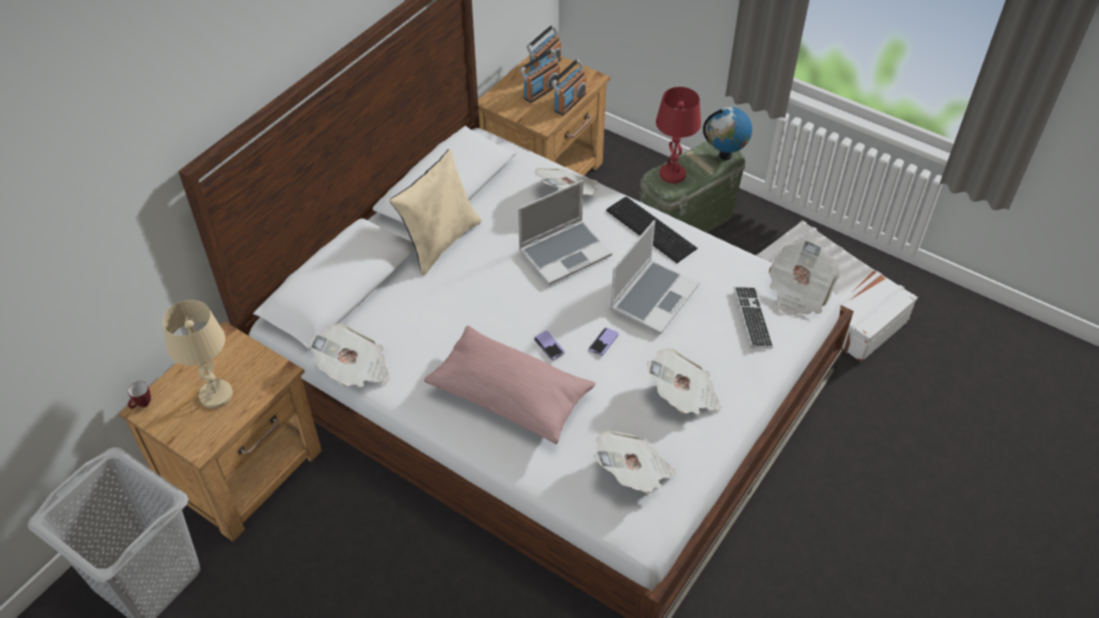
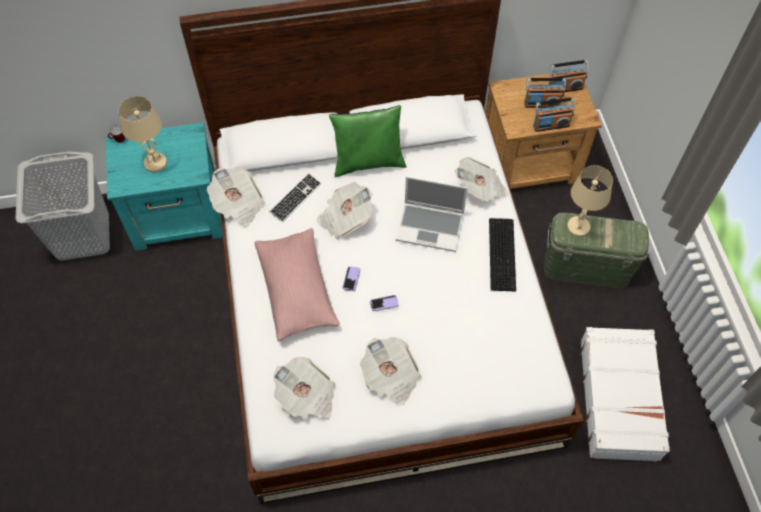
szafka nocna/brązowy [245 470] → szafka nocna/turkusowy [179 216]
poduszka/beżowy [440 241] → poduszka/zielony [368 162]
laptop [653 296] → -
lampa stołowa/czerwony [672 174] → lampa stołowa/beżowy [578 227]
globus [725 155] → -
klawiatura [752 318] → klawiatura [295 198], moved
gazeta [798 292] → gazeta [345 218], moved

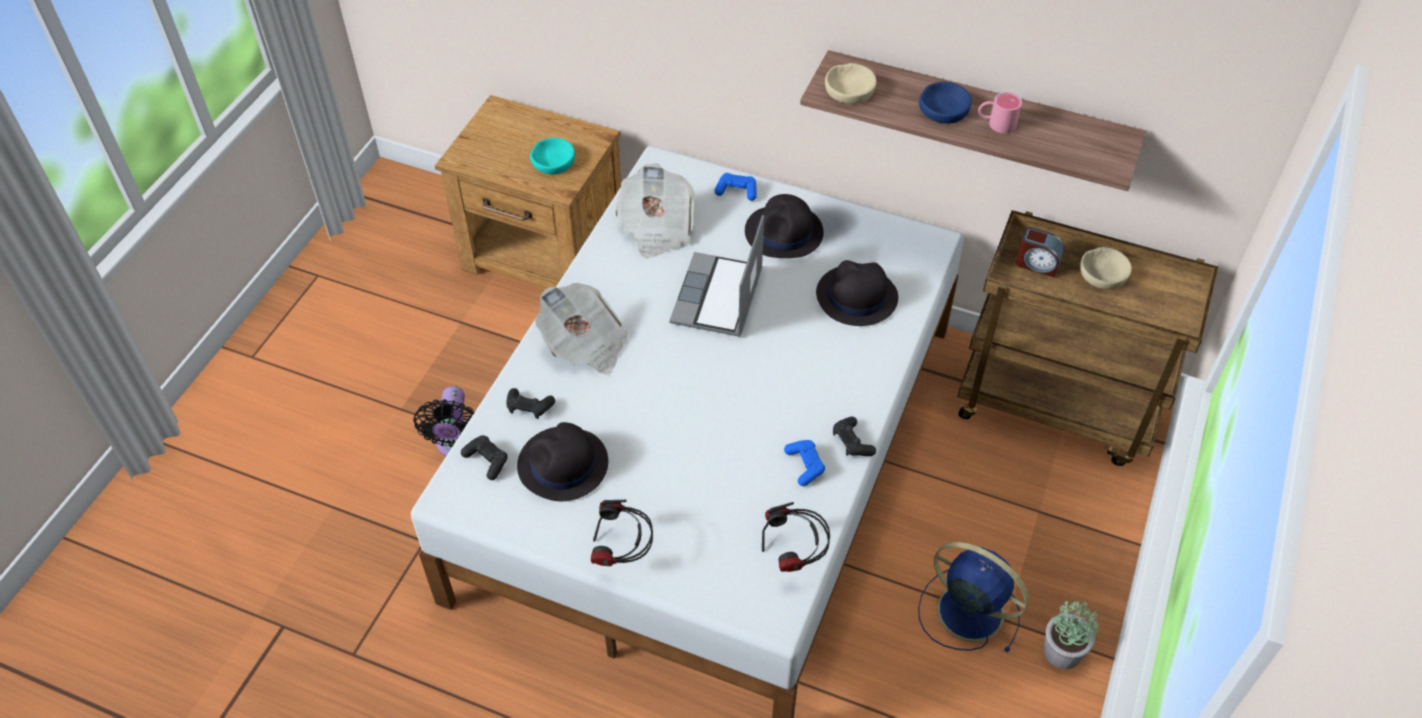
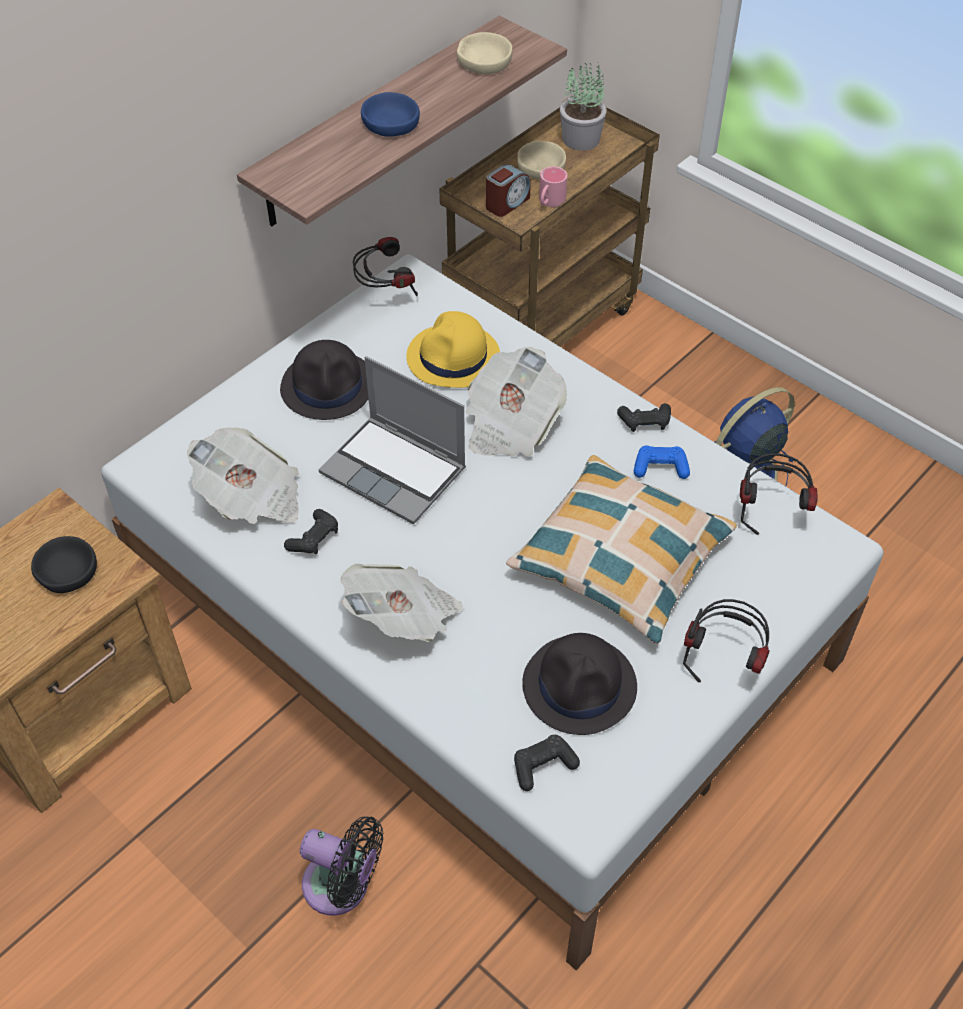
pad do gier/czarny [529 407] → pad do gier/czarny [314 538], moved
miska/turkusowy [553 161] → miska/czarny [67 571]
pad do gier/niebieski [737 191] → -
kapelusz/czarny [856 296] → kapelusz/żółty [453 358]
miska/beżowy [849 89] → miska/beżowy [484 61], moved
kubek/różowy [996 123] → kubek/różowy [549 202], moved
roślina doniczkowa [1062 652] → roślina doniczkowa [582 139], moved
- → słuchawki [385 292]
- → gazeta [510 424]
- → poduszka [621 558]

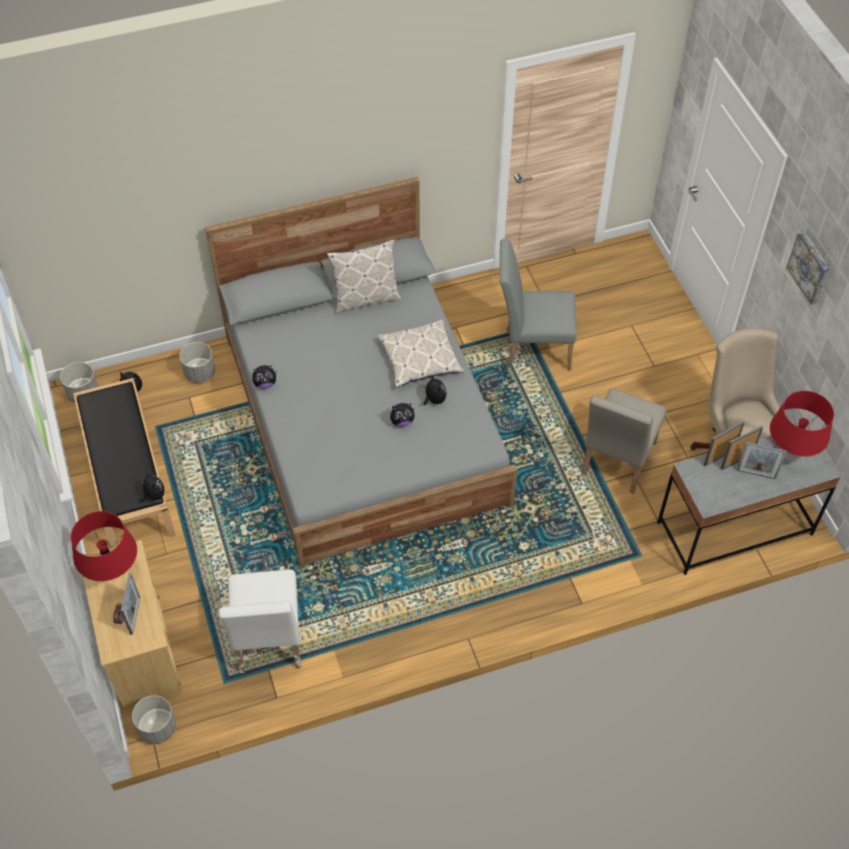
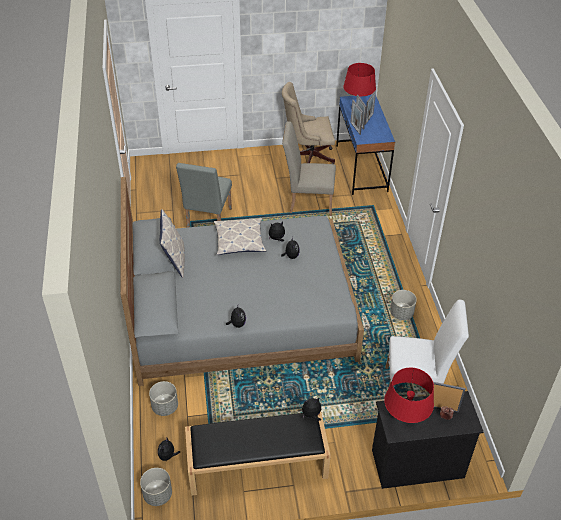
komoda/beżowy [141 650] → komoda/czarny [417 463]
donica/szary [157 728] → donica/szary [401 314], moved
krzesło/beżowy [615 463] → krzesło/beżowy [307 203], 150 degrees clockwise
biurko/szary [734 528] → biurko/niebieski [361 168]
obraz [810 267] → -

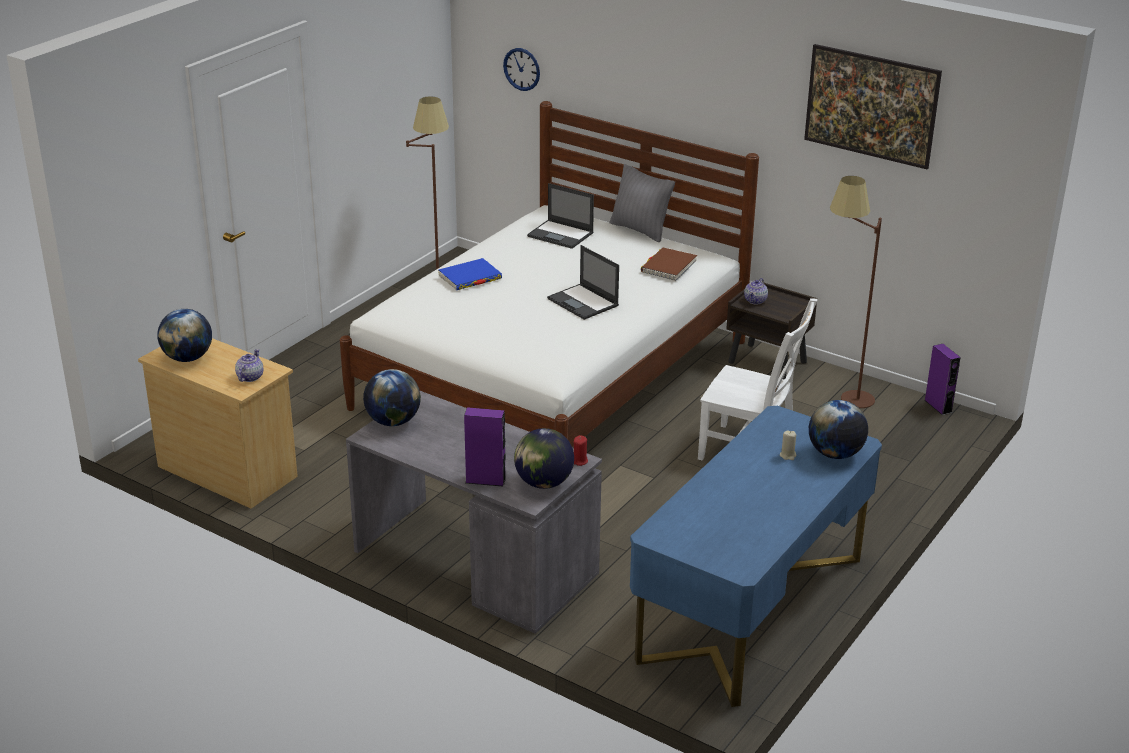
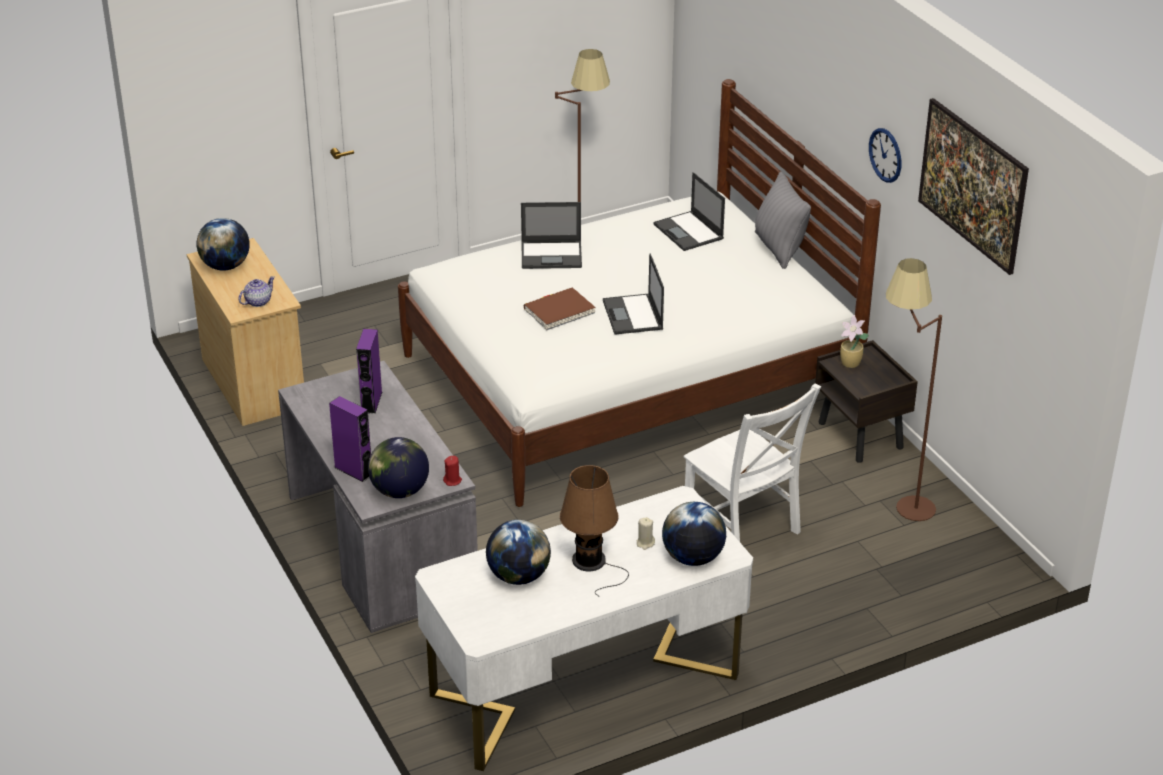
globus [393 421] → globus [518 576], moved
książka/niebieski [470 277] → laptop [552 255]
zegar ścienny [522 69] → zegar ścienny [885 155], moved
biurko/niebieski [751 608] → biurko/biały [584 685]
książka/brązowy [668 267] → książka/brązowy [559 311], moved
imbryk [755 300] → roślina doniczkowa [850 364]
głośnik/fioletowy [938 406] → głośnik/fioletowy [371 402], moved
- → lampa stołowa/brązowy [591 563]

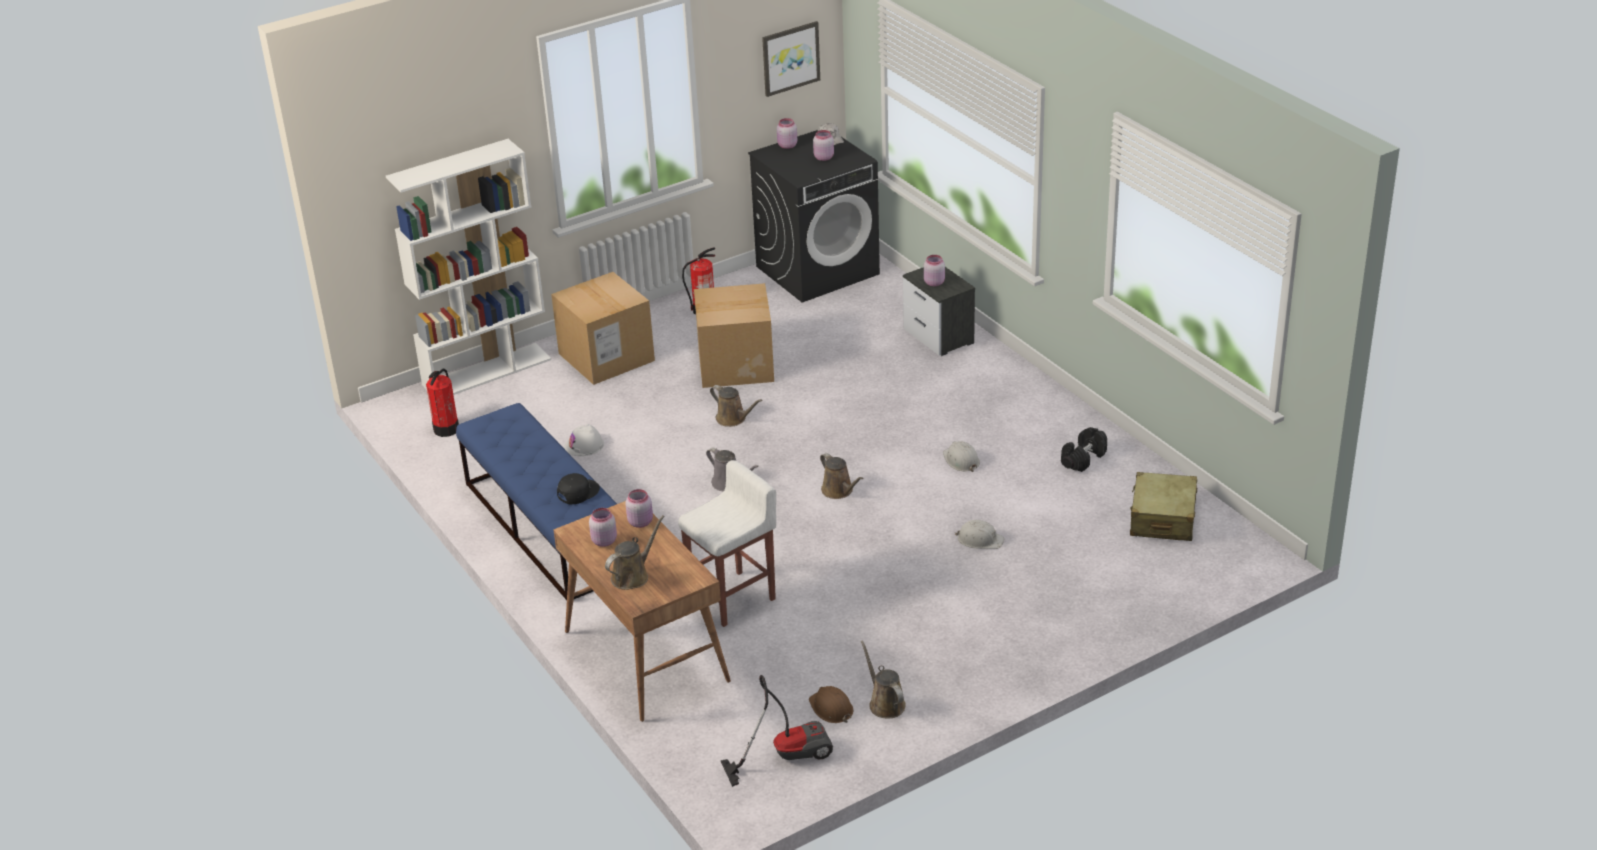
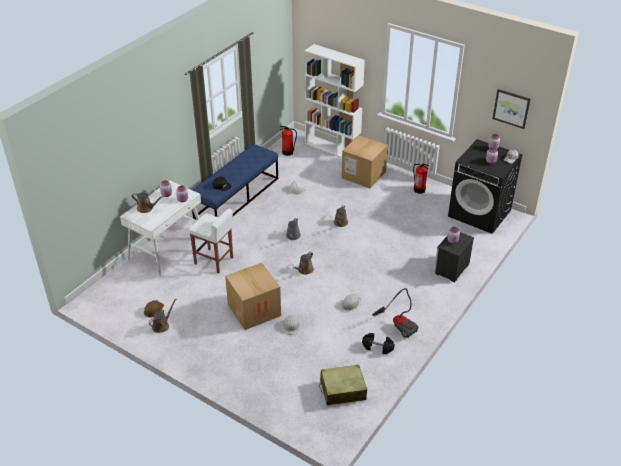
biurko/brązowy [645 656] → biurko/biały [167 248]
karton [736 365] → karton [254 310], moved
odkurzacz [786 754] → odkurzacz [399 324], moved

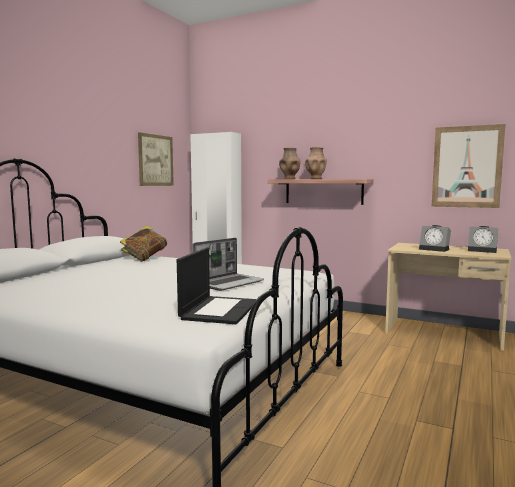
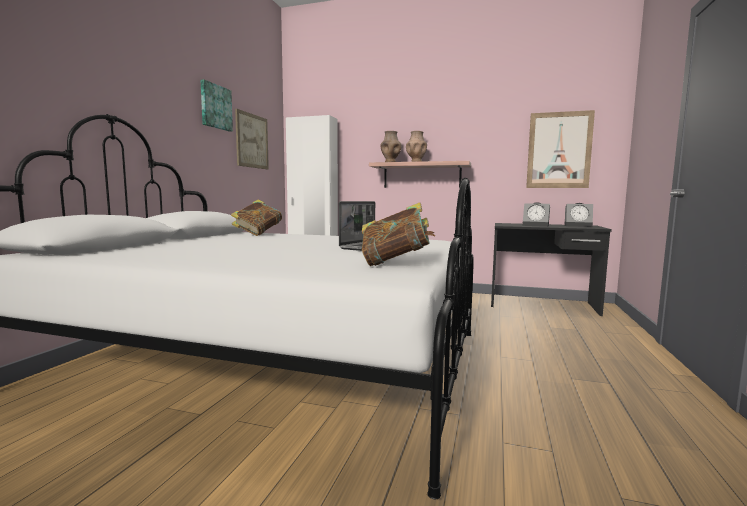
laptop [219 310] → książka [395 263]
biurko/beżowy [444 333] → biurko/czarny [542 305]
- → obraz [215 107]

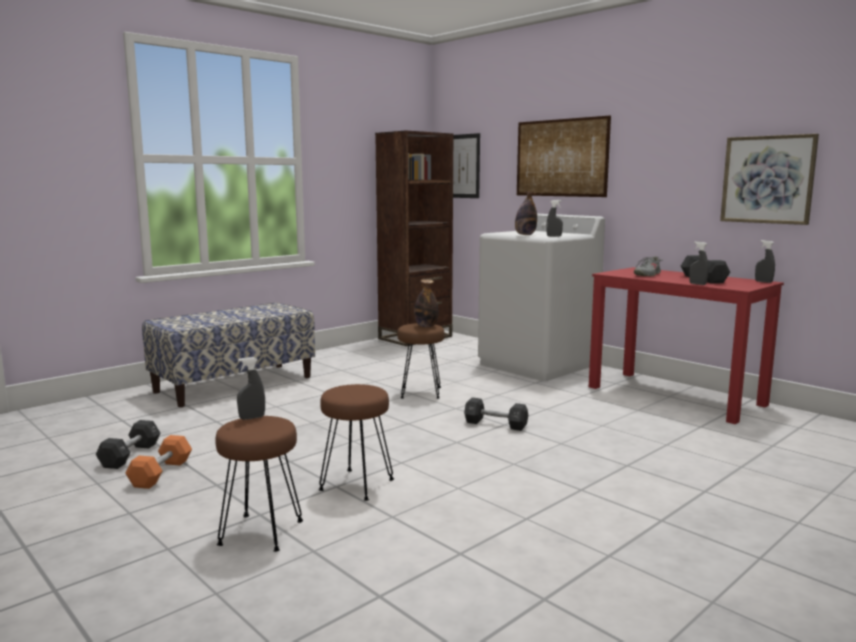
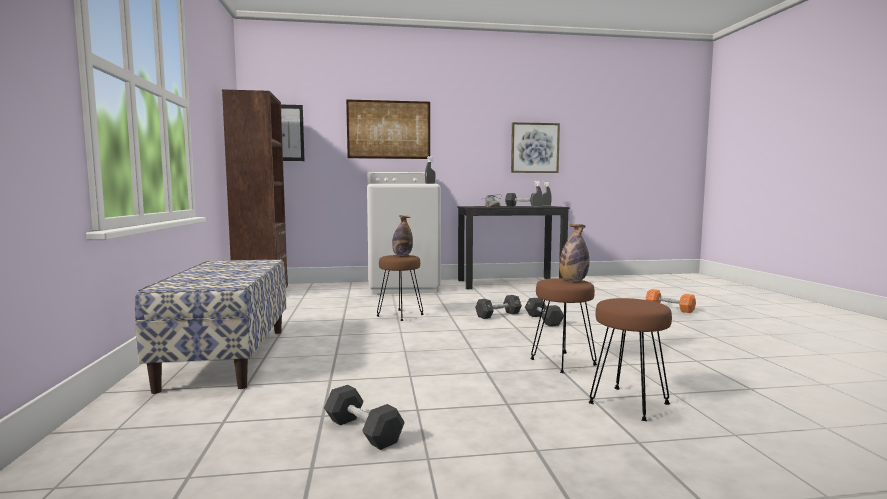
hantel/pomarańczowy [161 473] → hantel/pomarańczowy [669 308], moved
spryskiwacz/szary [252 418] → -
butelka [525 235] → butelka [573 280], moved
biurko/czerwony [675 396] → biurko/czarny [510 283]
- → hantel/czarny [543 320]

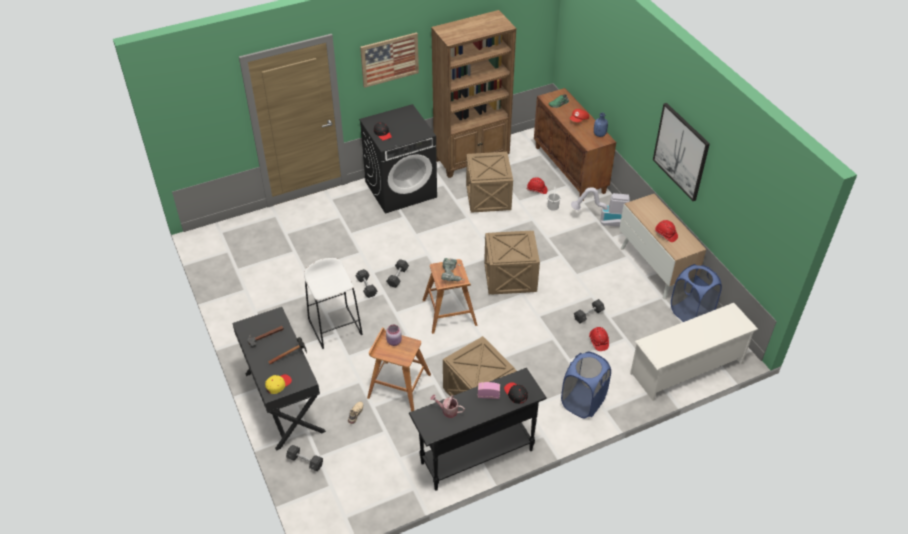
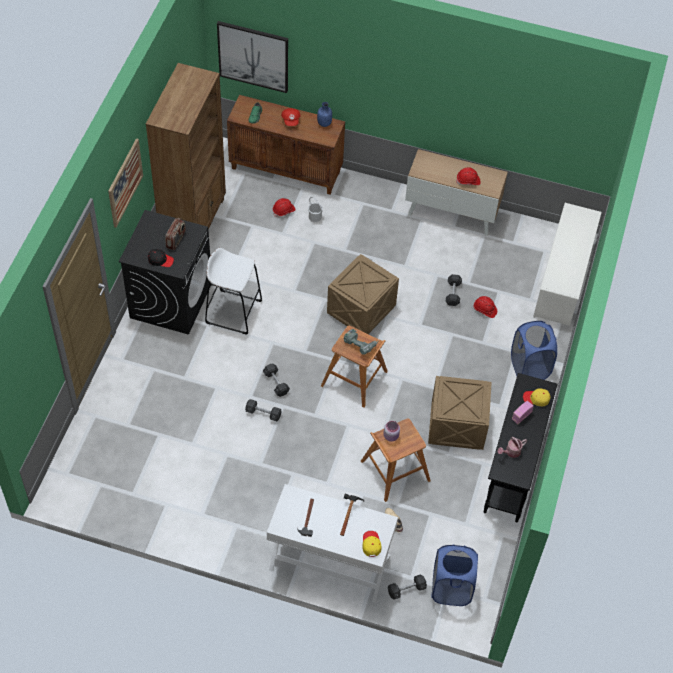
biurko/czarny [283 402] → biurko/biały [329 563]
stołek/biały [335 327] → stołek/biały [233 311], moved
skrzynka [488 196] → -
czapka z daszkiem/czarny [515 394] → czapka z daszkiem/żółty [536 399]
odkurzacz [603 221] → -
obraz [681 151] → obraz [253 56], moved
kosz na pranie/niebieski [690 312] → kosz na pranie/niebieski [451 589], moved
- → radio [176 240]

